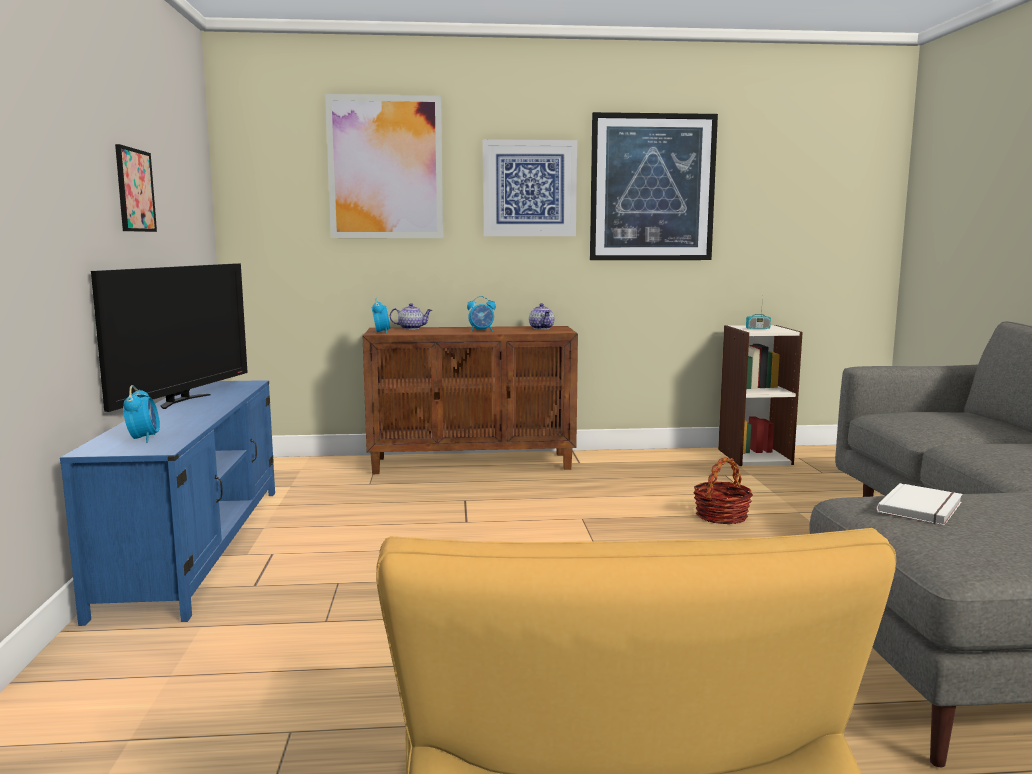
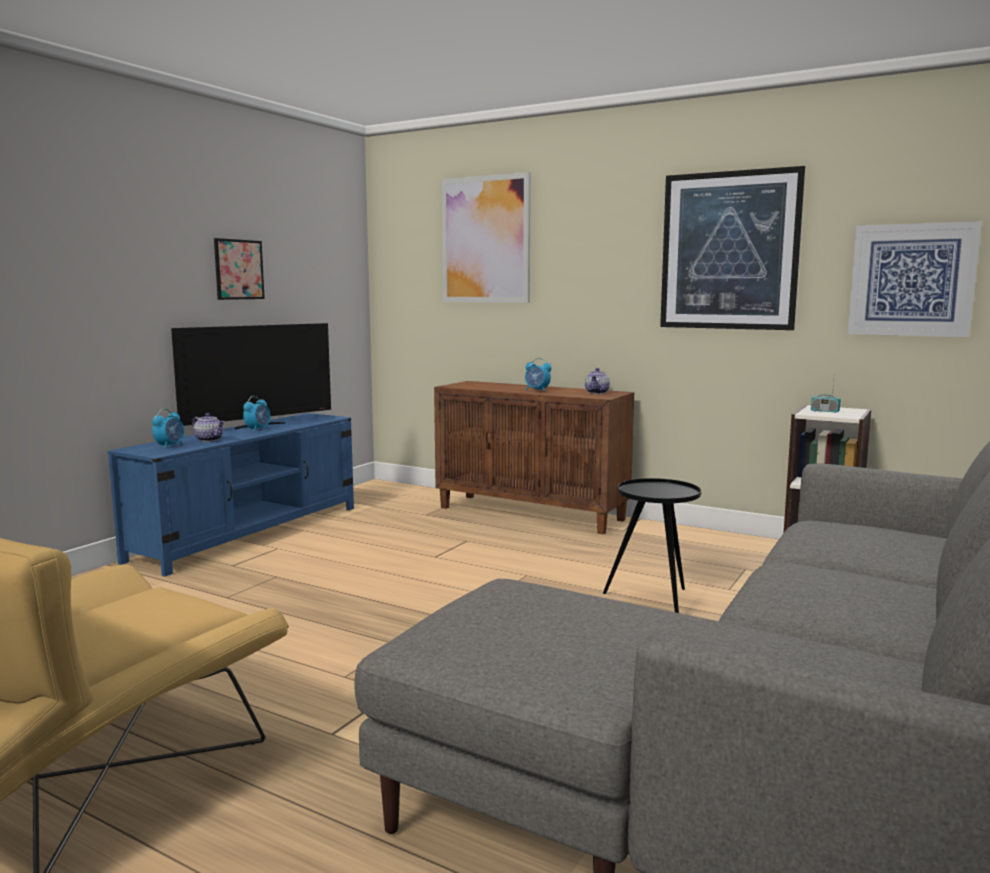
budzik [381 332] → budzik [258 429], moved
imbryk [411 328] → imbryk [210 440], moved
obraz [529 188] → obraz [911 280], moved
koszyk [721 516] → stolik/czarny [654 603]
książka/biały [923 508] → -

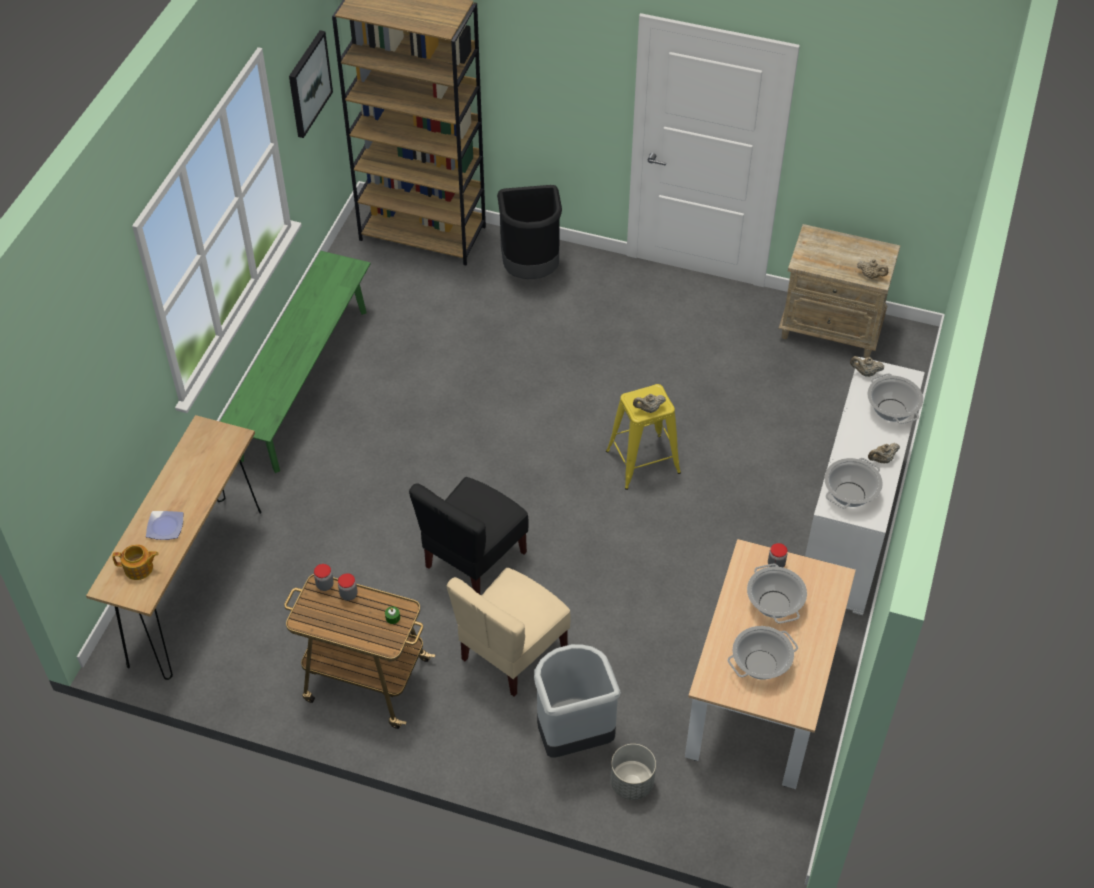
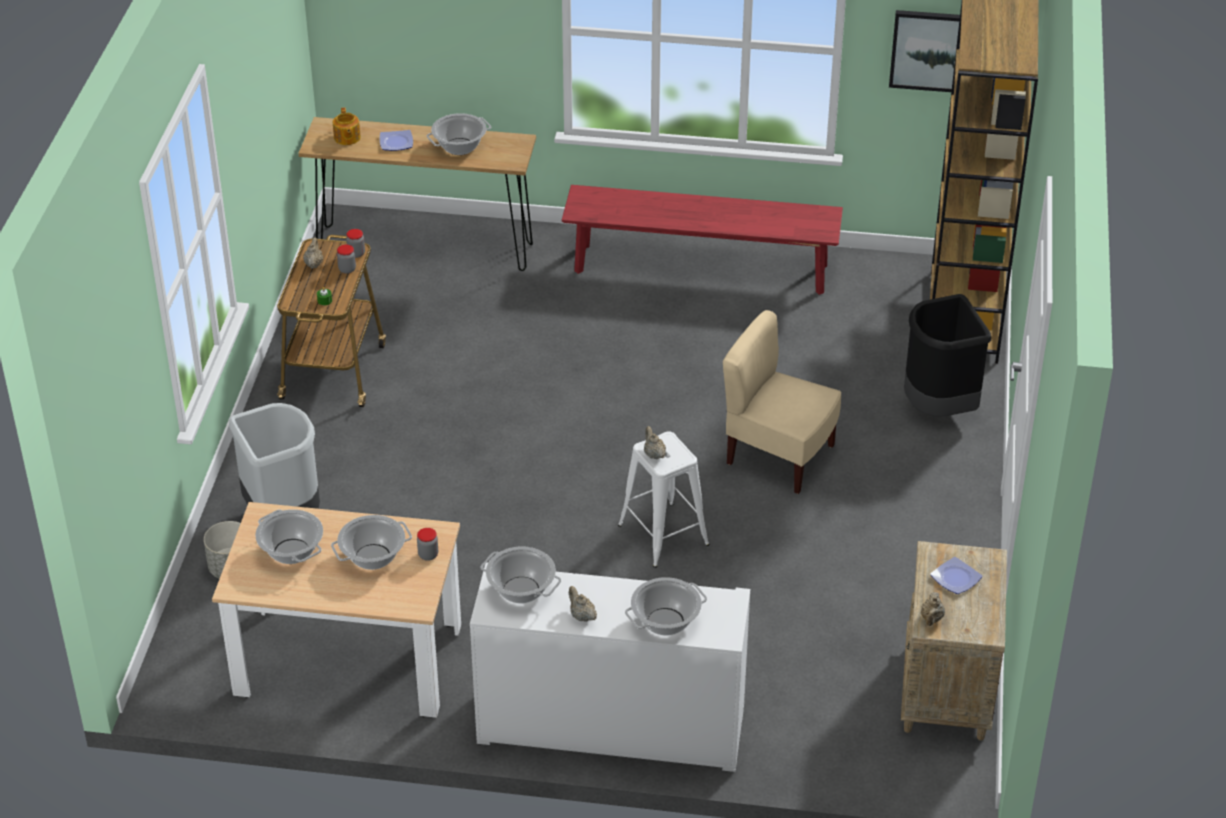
ławka/zielony [303 383] → ławka/czerwony [701 269]
krzesło/czarny [474 559] → -
krzesło/beżowy [512 653] → krzesło/beżowy [778 456], moved
stołek/żółty [643 462] → stołek/biały [663 535]
imbryk/beżowy [865 373] → imbryk/beżowy [314 264], moved
- → garnek [460 146]
- → talerz [954 578]

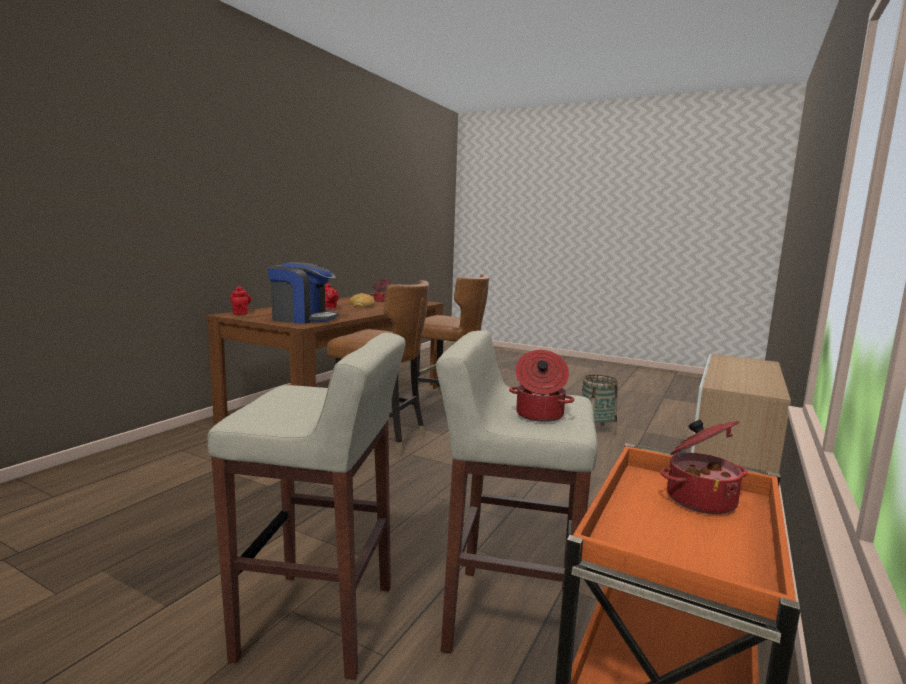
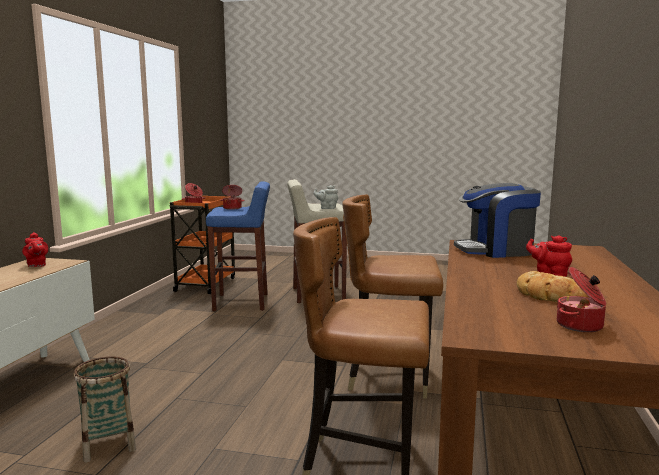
imbryk/czerwony [241 313] → imbryk/czerwony [36 265], moved
stołek/beżowy [508 617] → stołek/niebieski [242 302]
- → imbryk/szary [327 208]

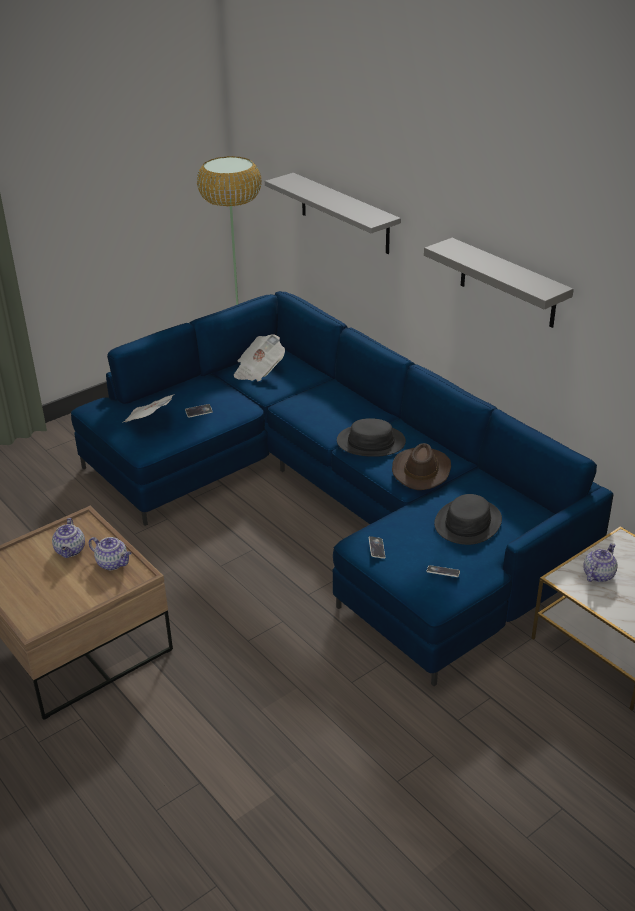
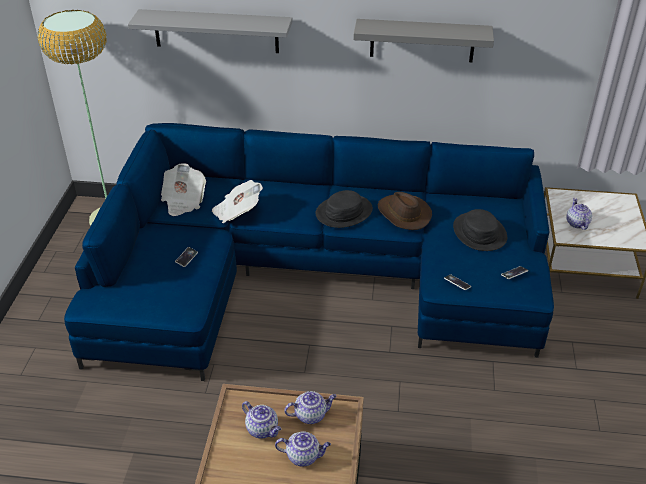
gazeta [149 421] → gazeta [237 212], moved
- → imbryk [303 456]

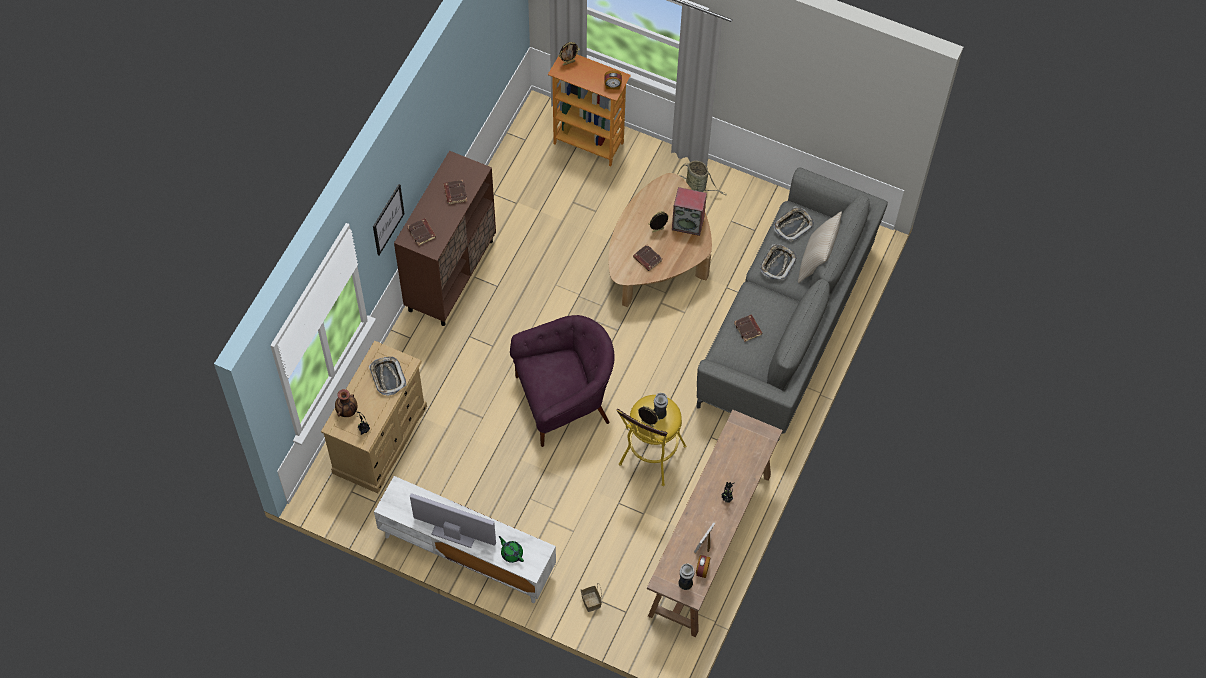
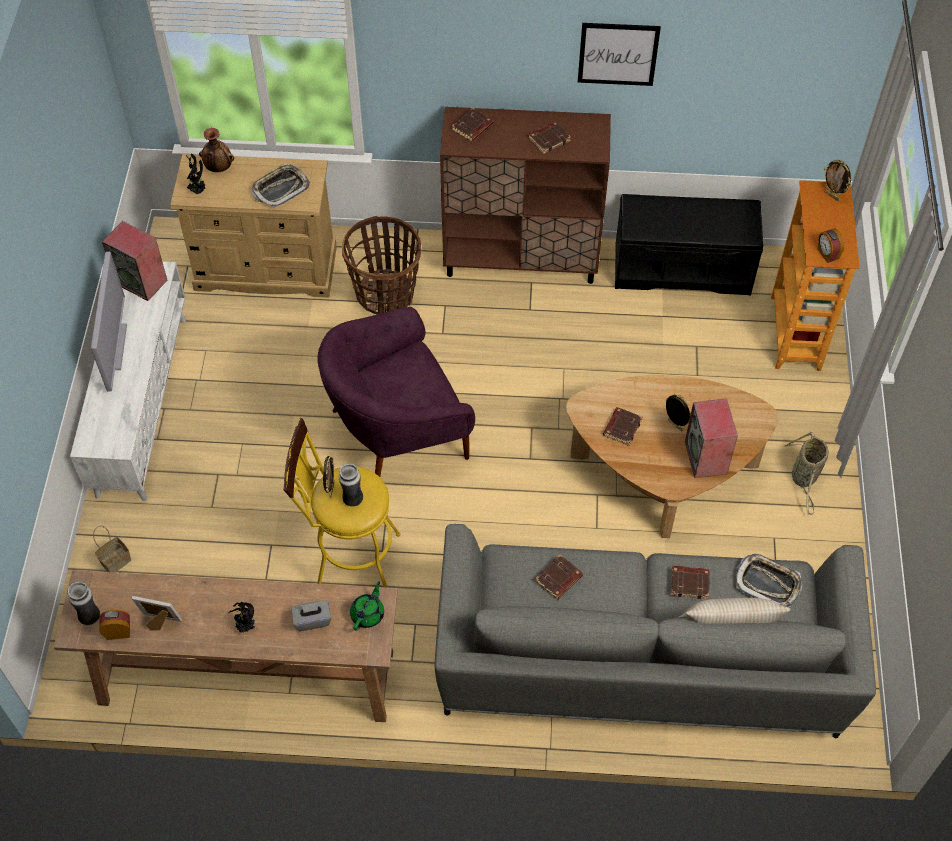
obraz [388 219] → obraz [618 54], moved
imbryk/zielony [511 553] → imbryk/zielony [368 614], moved
fotel/fioletowy [563 400] → fotel/fioletowy [398 433], 105 degrees clockwise
taca [777 263] → książka/brązowy [690 583]
- → głośnik [142 282]
- → pudełko chusteczek/szary [312 620]
- → koszyk [385 294]
- → ławka/czarny [682 268]

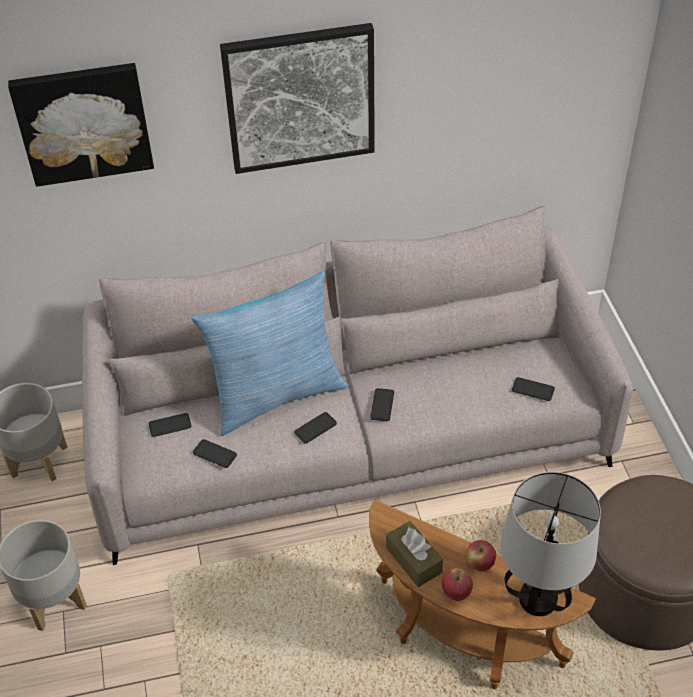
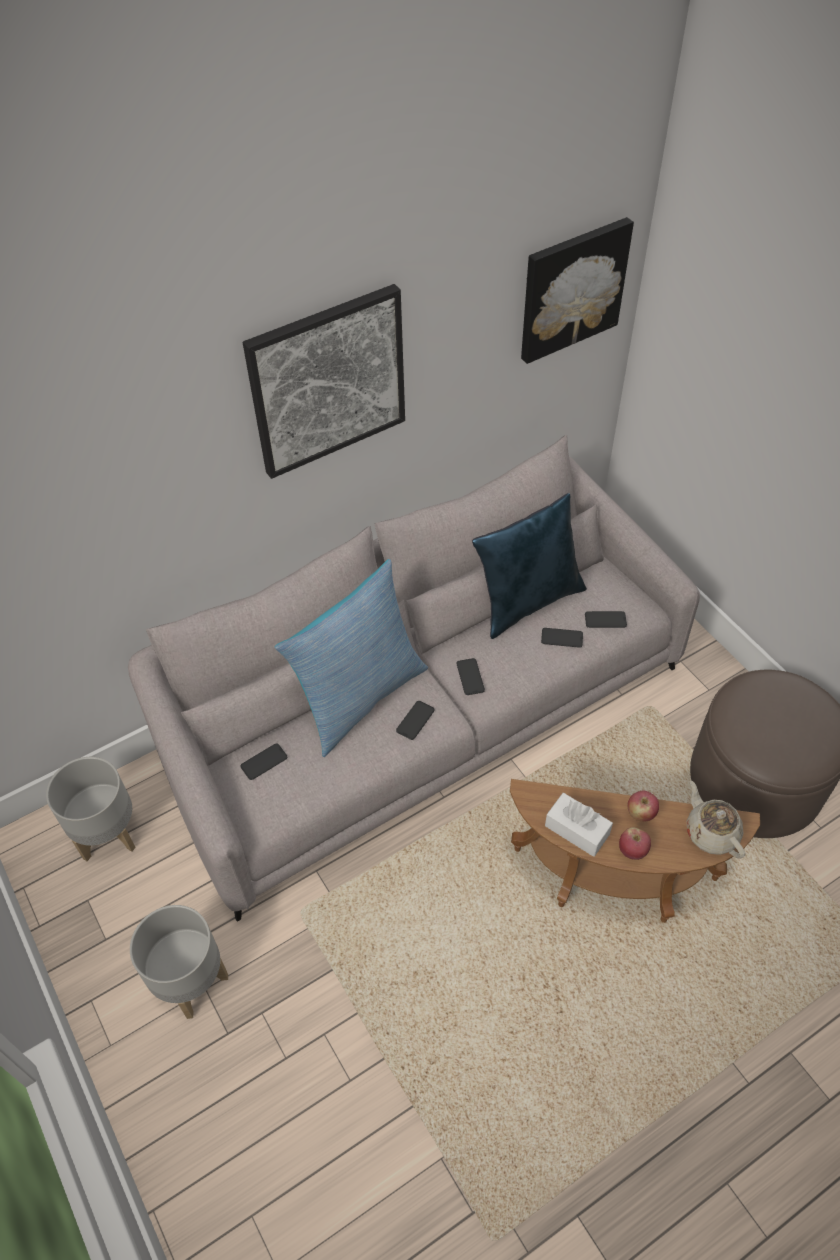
obraz [83 122] → obraz [571 289], moved
telefon [214 454] → telefon [562 638], moved
pudełko chusteczek/brązowy [413 560] → pudełko chusteczek/biały [577 830]
lampa stołowa [539 600] → imbryk/beżowy [711 832]
- → poduszka/niebieski [527 601]

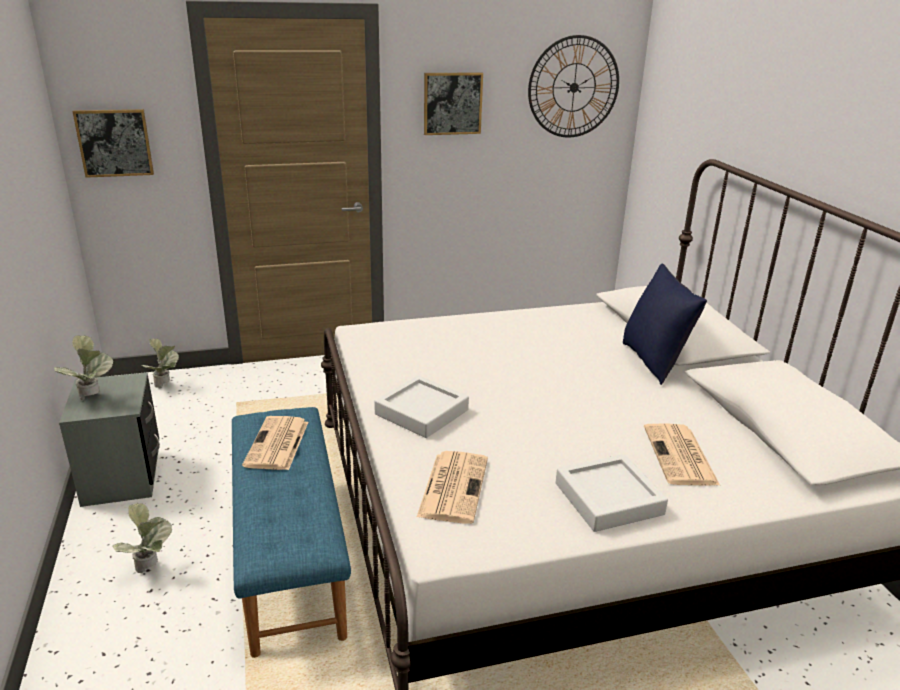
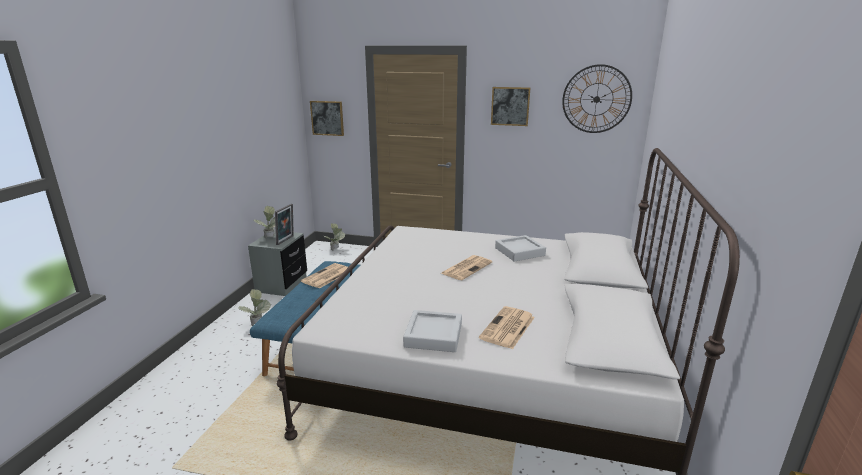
taca/szary [421 412] → taca/szary [519 252], moved
gazeta [453 486] → gazeta [466 268], moved
poduszka/niebieski [654 362] → -
- → ramka na zdjęcie [286 240]

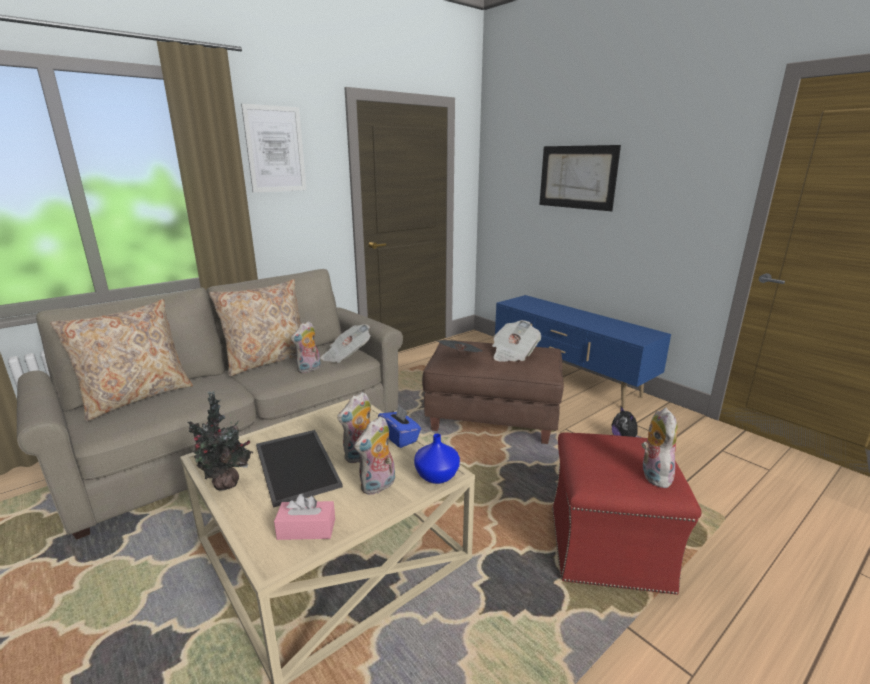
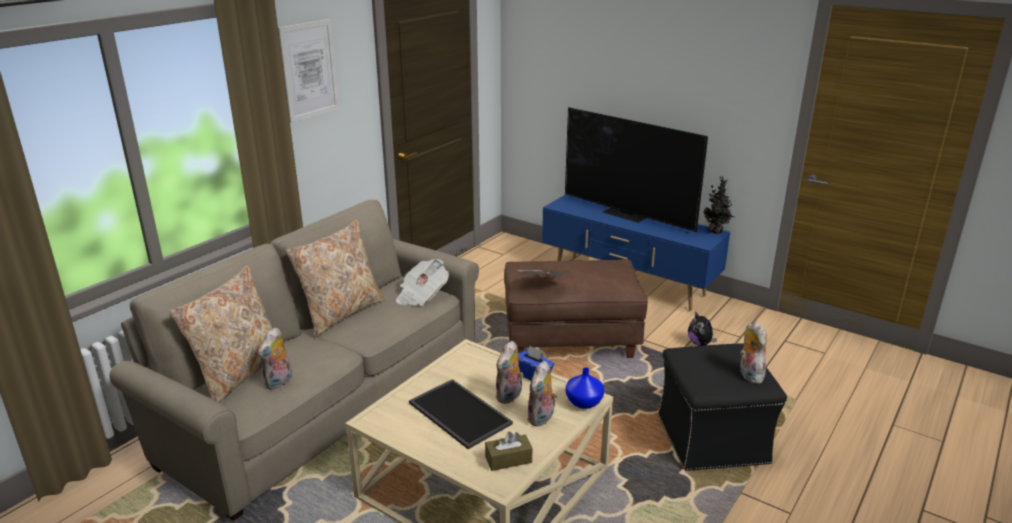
roślina doniczkowa [226 485] → roślina doniczkowa [716 232], moved
pudełko chusteczek/różowy [306 529] → pudełko chusteczek/brązowy [508 459]
pluszak [309 369] → pluszak [279 383], moved
gazeta [513 354] → -
obraz [577 177] → -
pufa/czerwony [608 548] → pufa/czarny [712 440]
- → telewizor [627 214]

